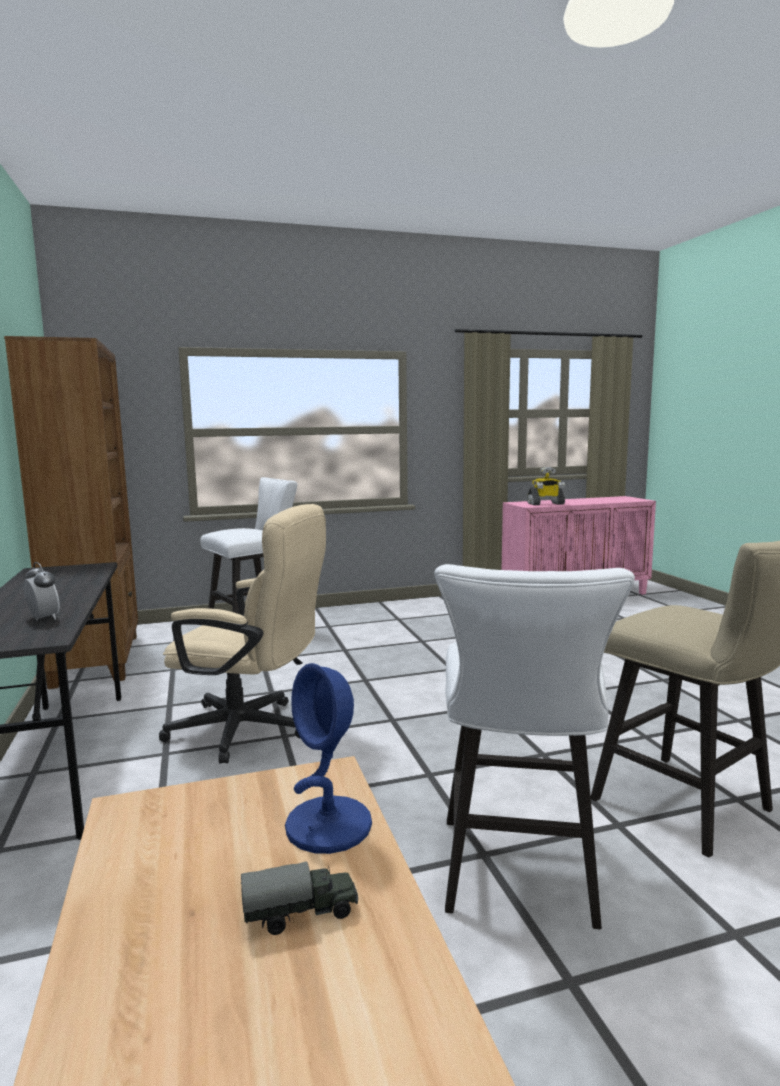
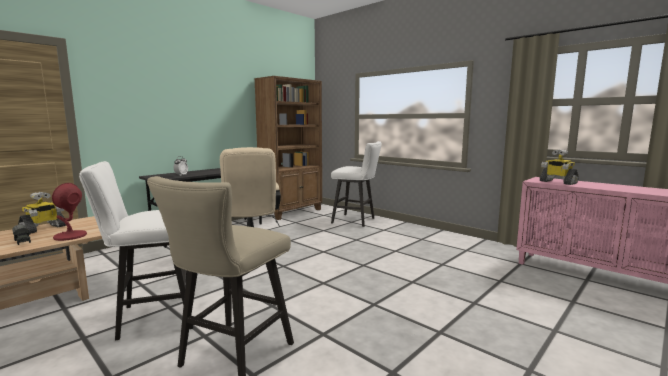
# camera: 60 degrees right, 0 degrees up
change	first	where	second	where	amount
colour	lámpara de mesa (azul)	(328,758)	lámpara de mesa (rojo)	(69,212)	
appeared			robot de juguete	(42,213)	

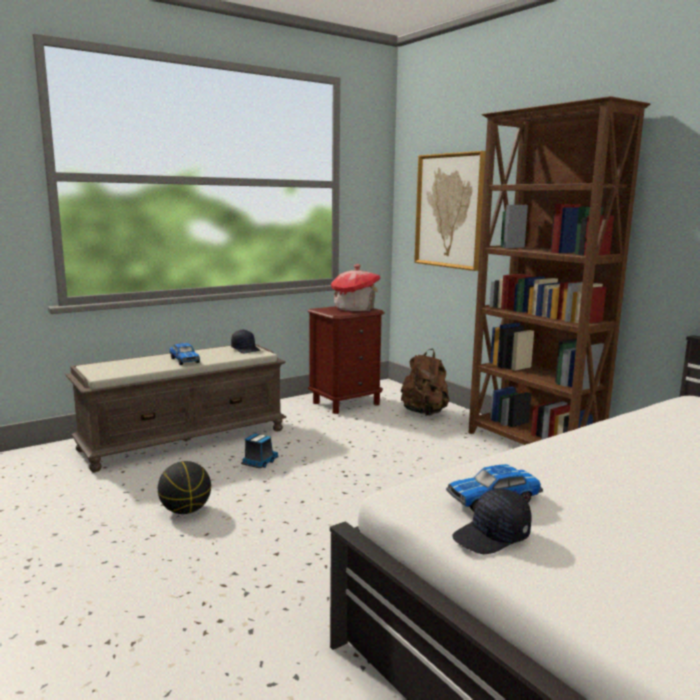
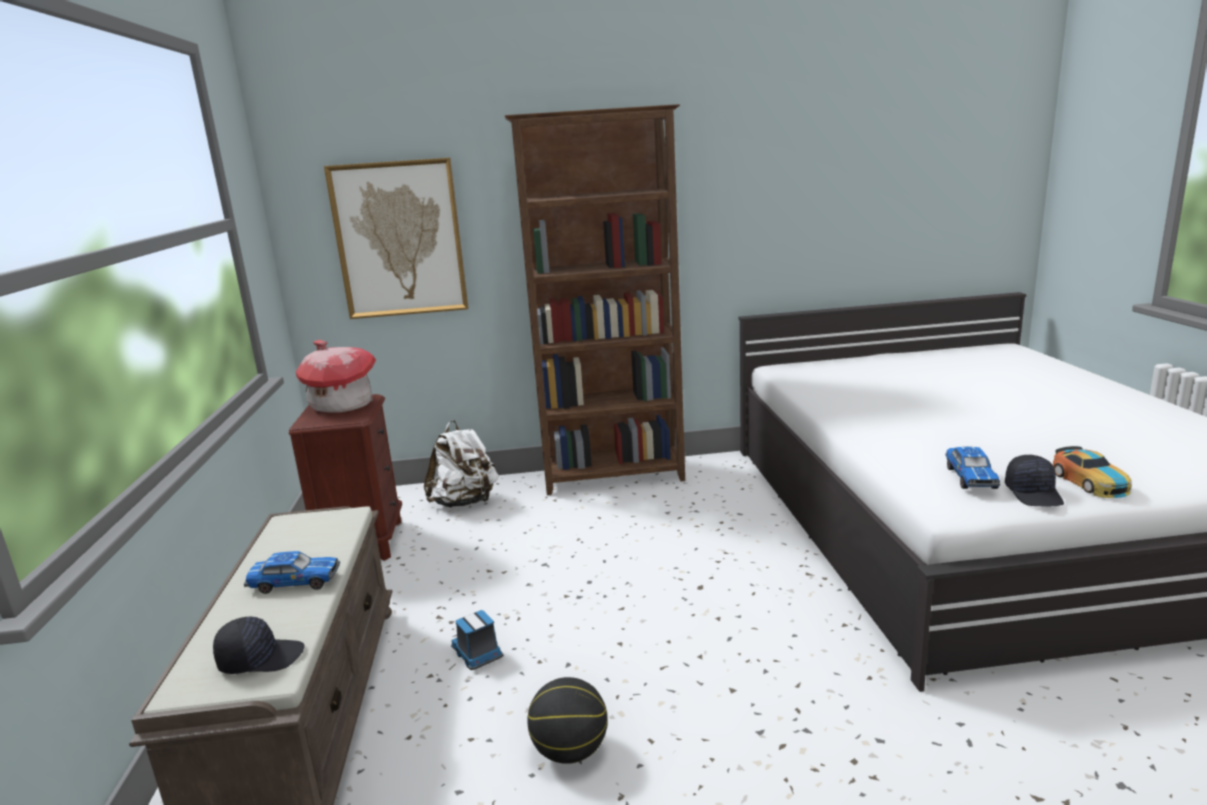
# camera: 60 degrees left, 5 degrees up
change	first	where	second	where	amount
relocated	gorra (negro)	(245,341)		(259,645)	
colour	mochila (marrón)	(425,382)	mochila (blanco)	(461,464)	
appeared			coche de juguete	(1092,472)	

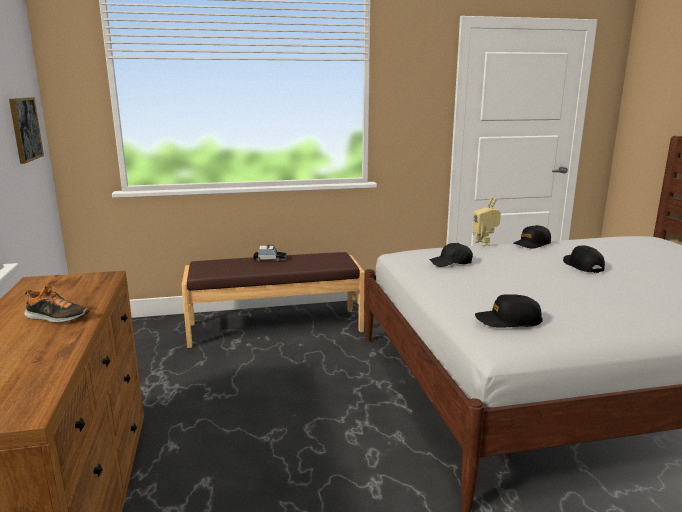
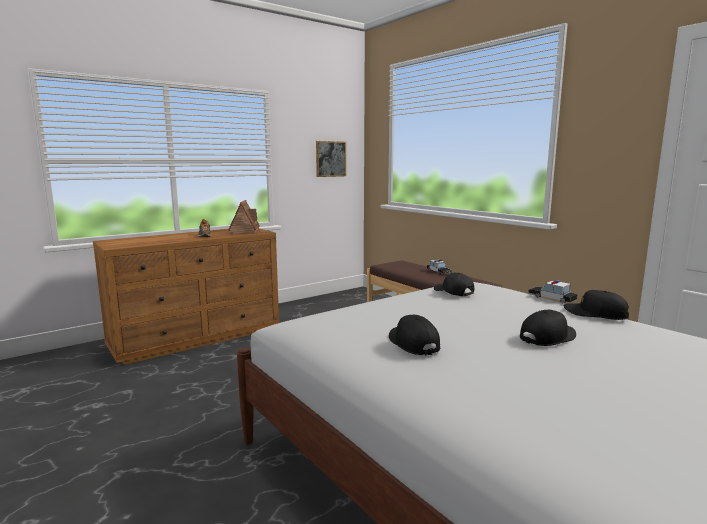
# camera: 65 degrees right, 5 degrees down
change	first	where	second	where	amount
exchanged	robot de juguete	(486,221)	coche de juguete	(553,291)	
relocated	gorra (negro)	(509,311)		(414,335)	
appeared			casita	(244,217)	

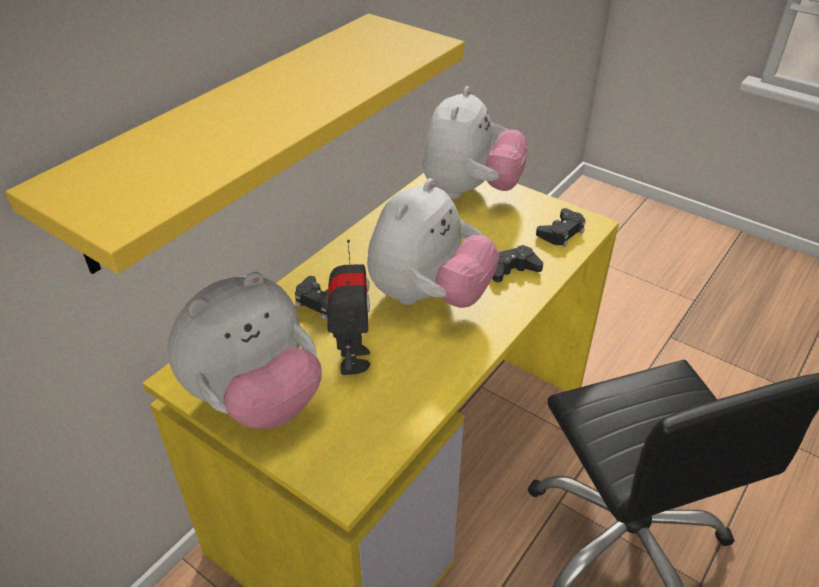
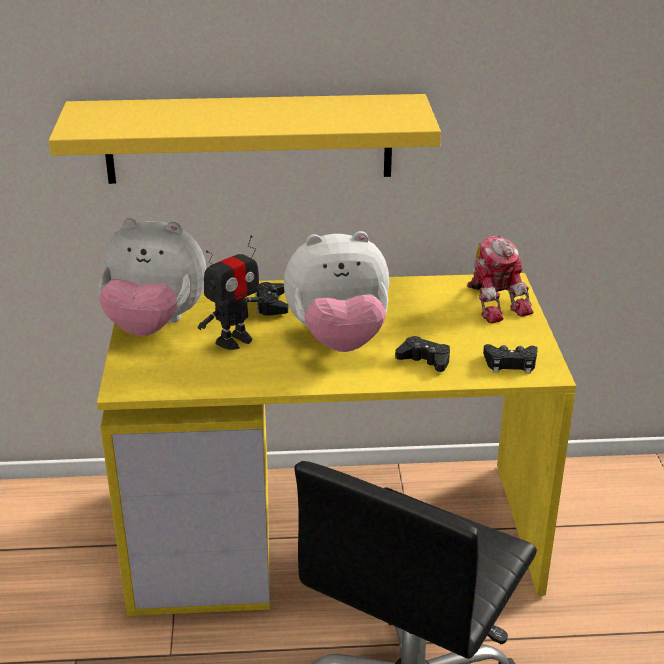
# camera: 50 degrees right, 10 degrees down
change	first	where	second	where	amount
exchanged	peluche	(475,142)	robot de juguete	(500,280)	

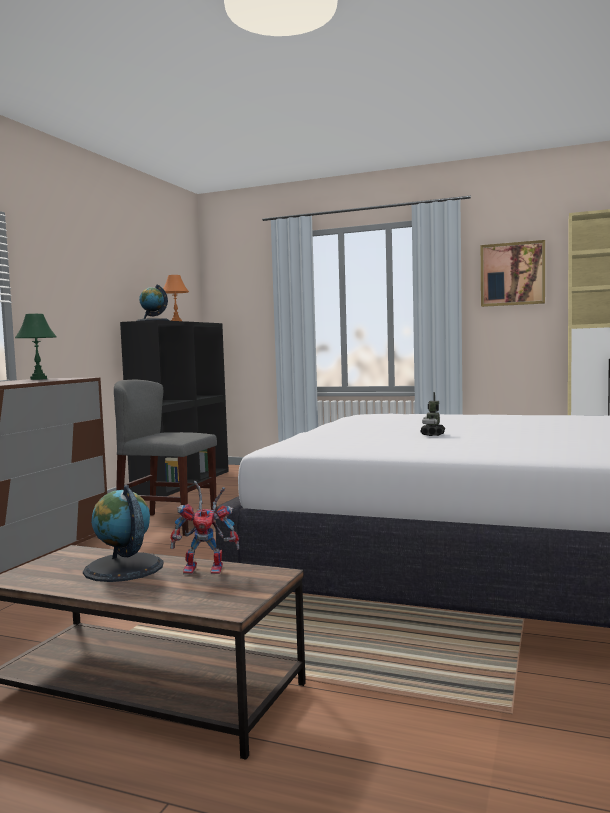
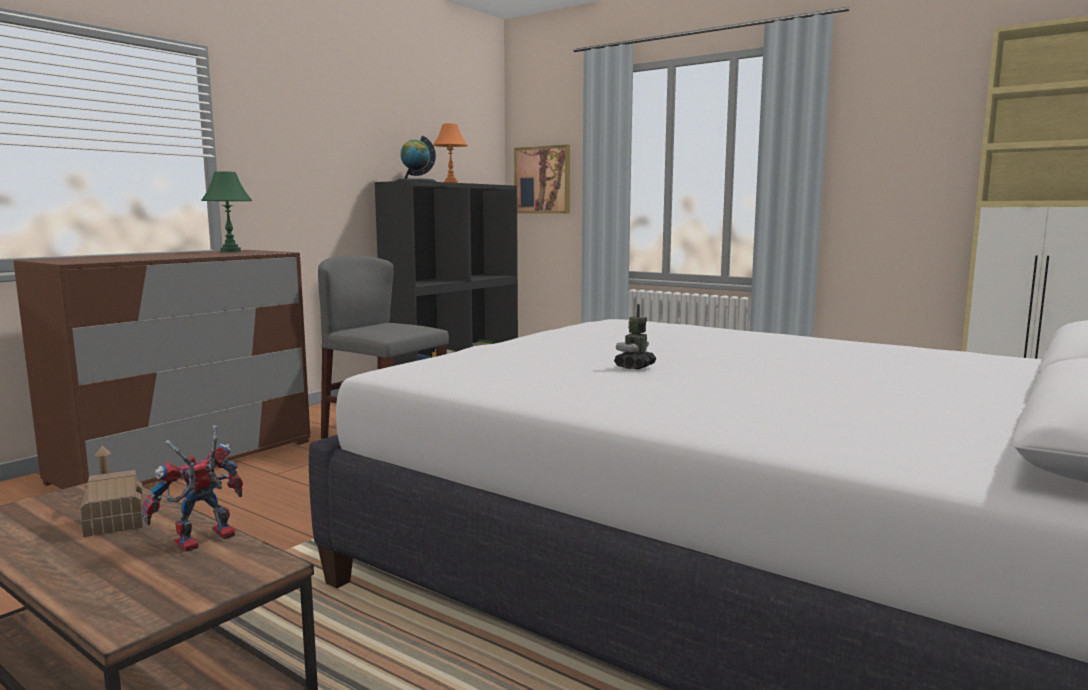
# camera: 15 degrees right, 5 degrees up
change	first	where	second	where	amount
exchanged	globo terráqueo	(123,533)	casita	(112,491)	
spun	robot de juguete	(204,528)		(192,488)	120 degrees clockwise
relocated	cuadro	(513,273)		(542,179)	

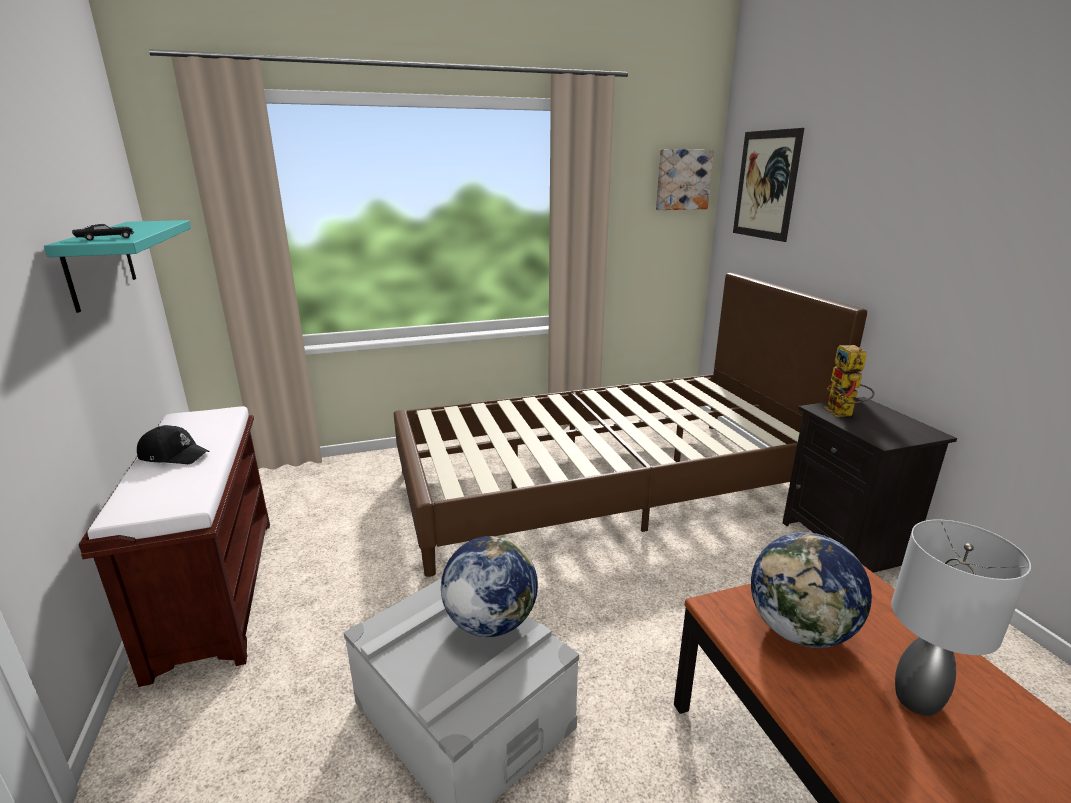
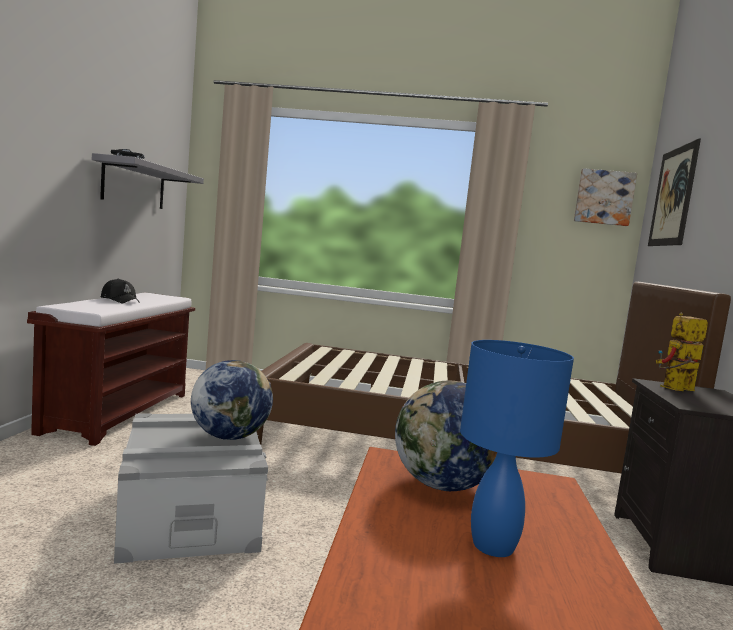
# camera: 25 degrees right, 15 degrees down
change	first	where	second	where	amount
colour	estante (turquesa)	(117,266)	estante (gris)	(148,181)	
spun	robot de juguete	(849,381)		(682,352)	45 degrees clockwise
colour	lámpara de mesa (gris)	(961,617)	lámpara de mesa (azul)	(517,448)	

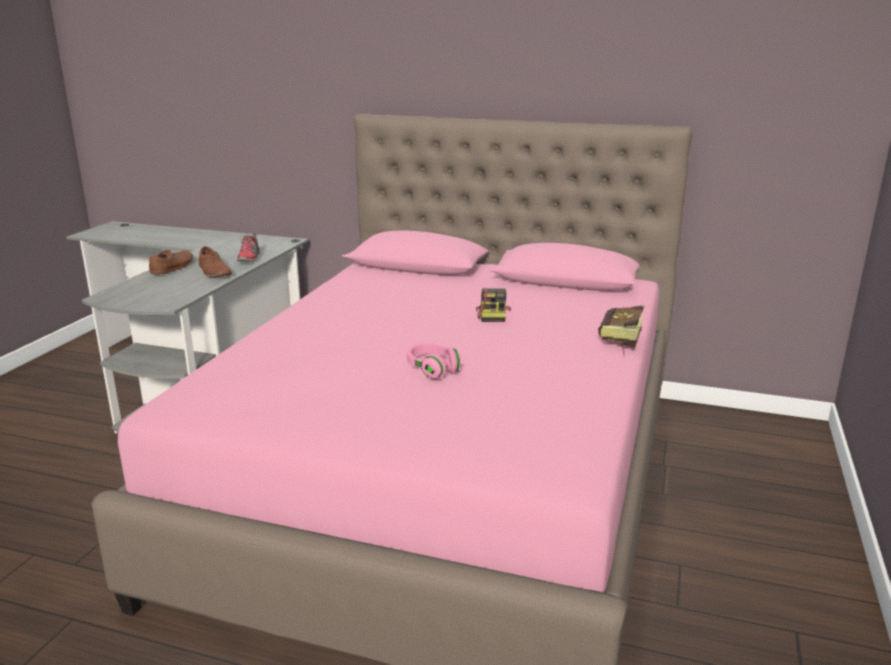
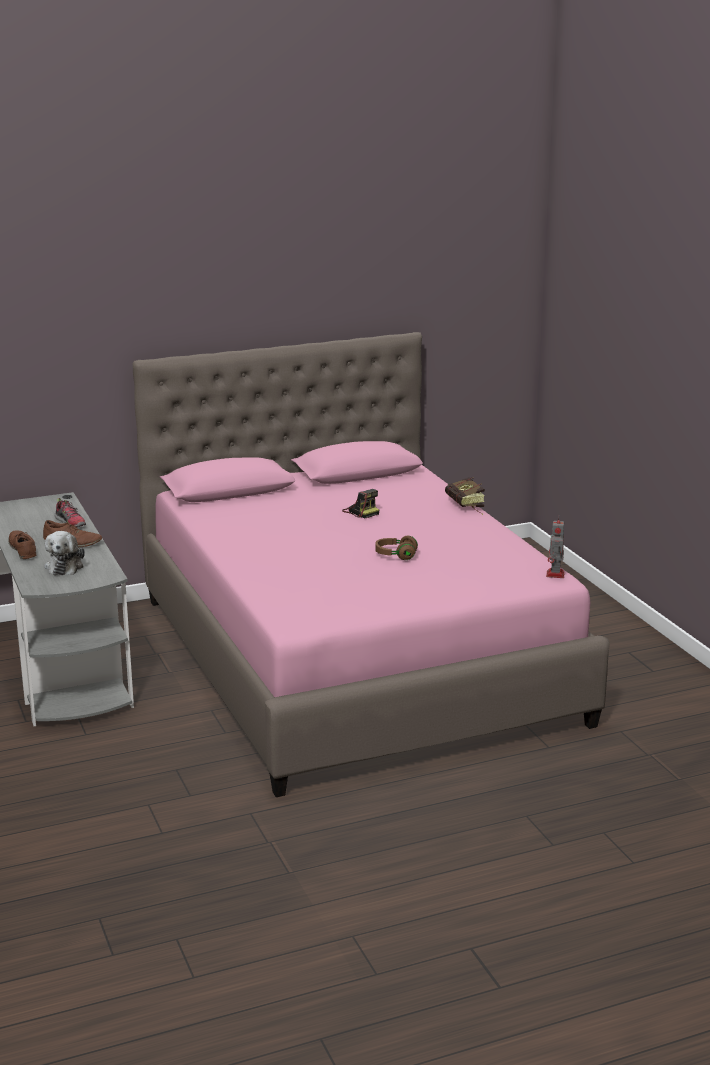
# camera: 40 degrees left, 0 degrees up
change	first	where	second	where	amount
colour	auriculares (rosa)	(434,361)	auriculares (marrón)	(396,548)	
appeared			peluche	(64,553)	
appeared			robot de juguete	(555,548)	

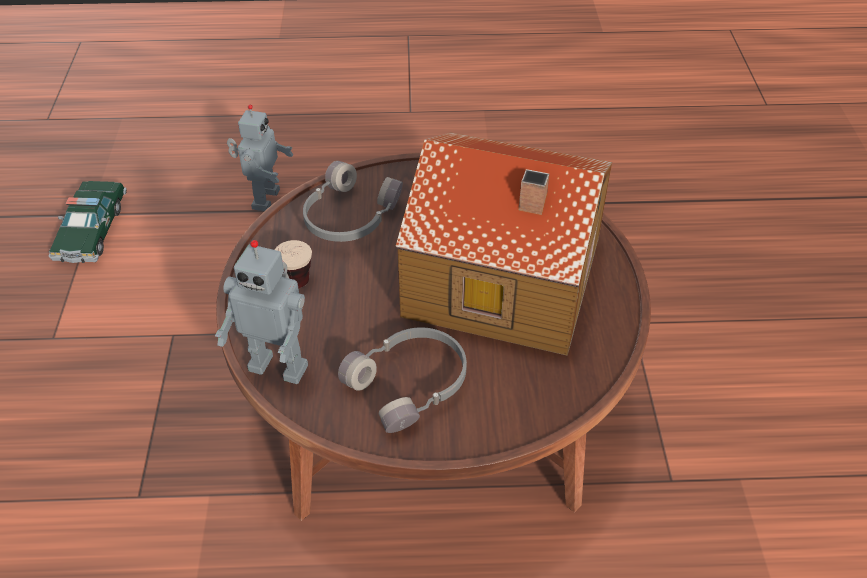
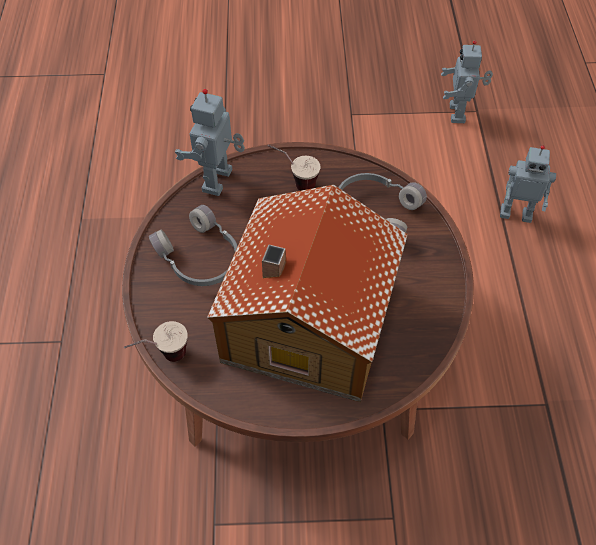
# camera: 90 degrees right, 10 degrees up
change	first	where	second	where	amount
exchanged	coche de juguete	(88,222)	robot de juguete	(467,81)	
appeared			taza	(156,341)	

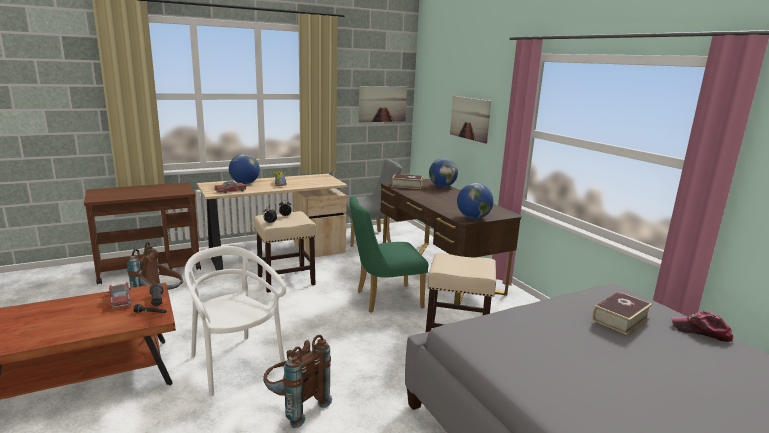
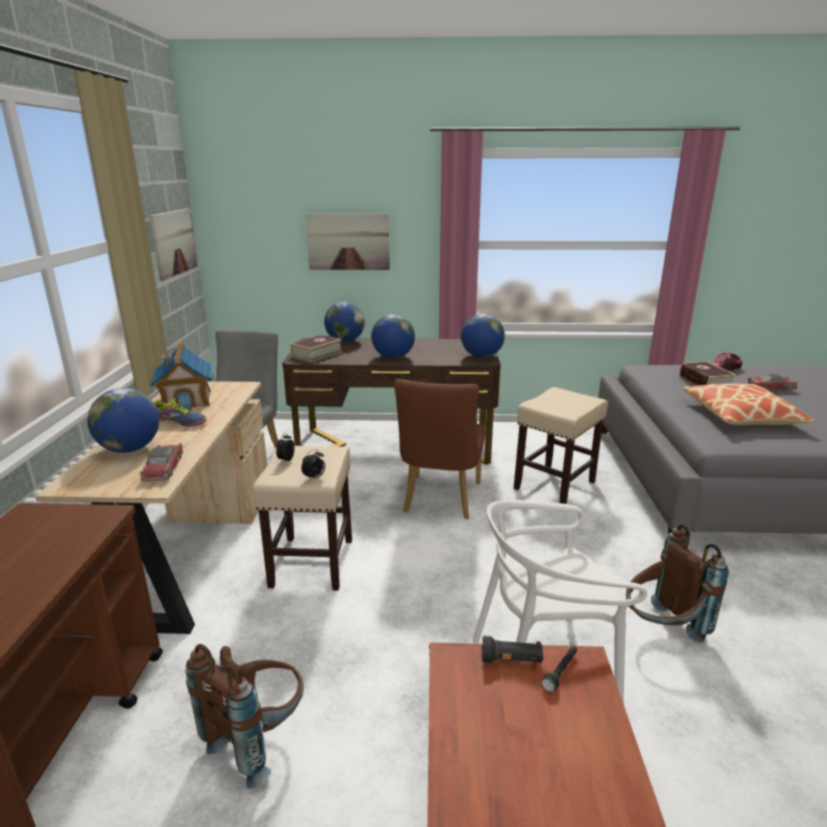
# camera: 60 degrees left, 5 degrees up
change	first	where	second	where	amount
relocated	coche de juguete	(119,295)		(773,382)	
colour	silla (verde)	(388,254)	silla (marrón)	(439,449)	
appeared			casita	(181,377)	
appeared			globo terráqueo	(393,336)	
appeared			cojín	(749,404)	

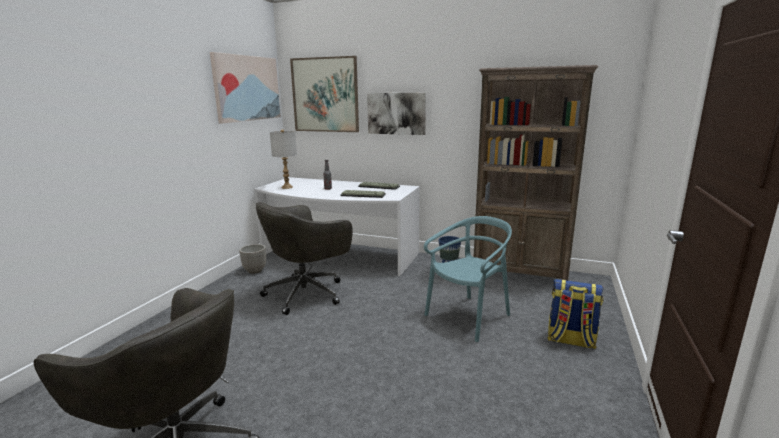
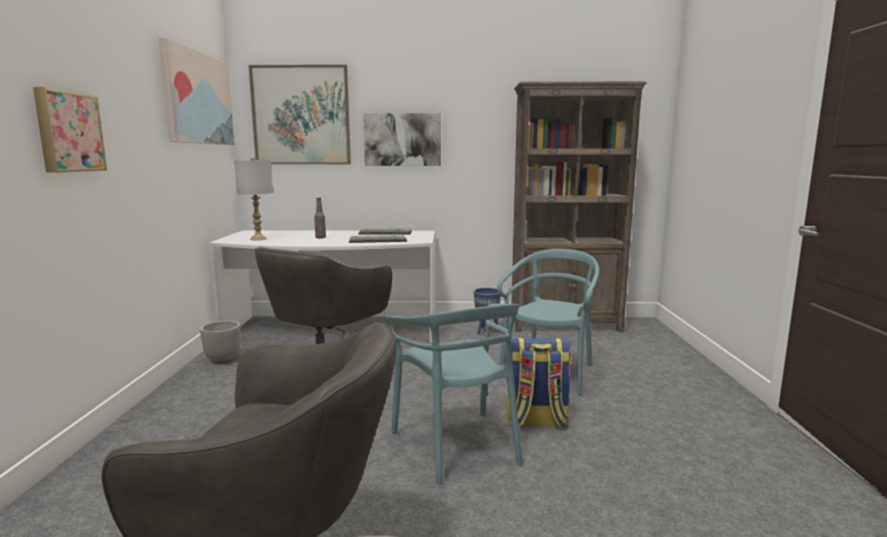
# camera: 20 degrees left, 5 degrees down
change	first	where	second	where	amount
relocated	mochila	(575,314)		(539,382)	
appeared			cuadro	(70,129)	
appeared			silla (turquesa)	(454,394)	

